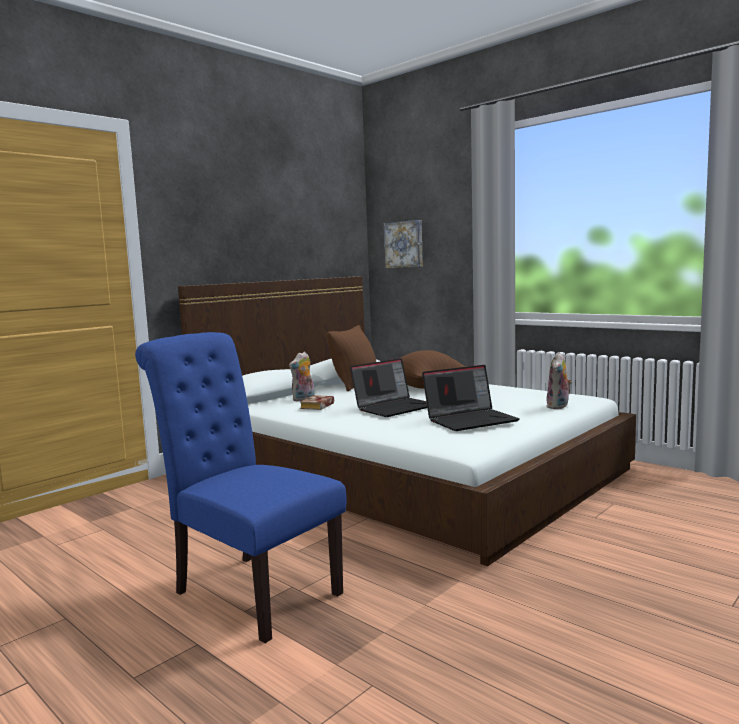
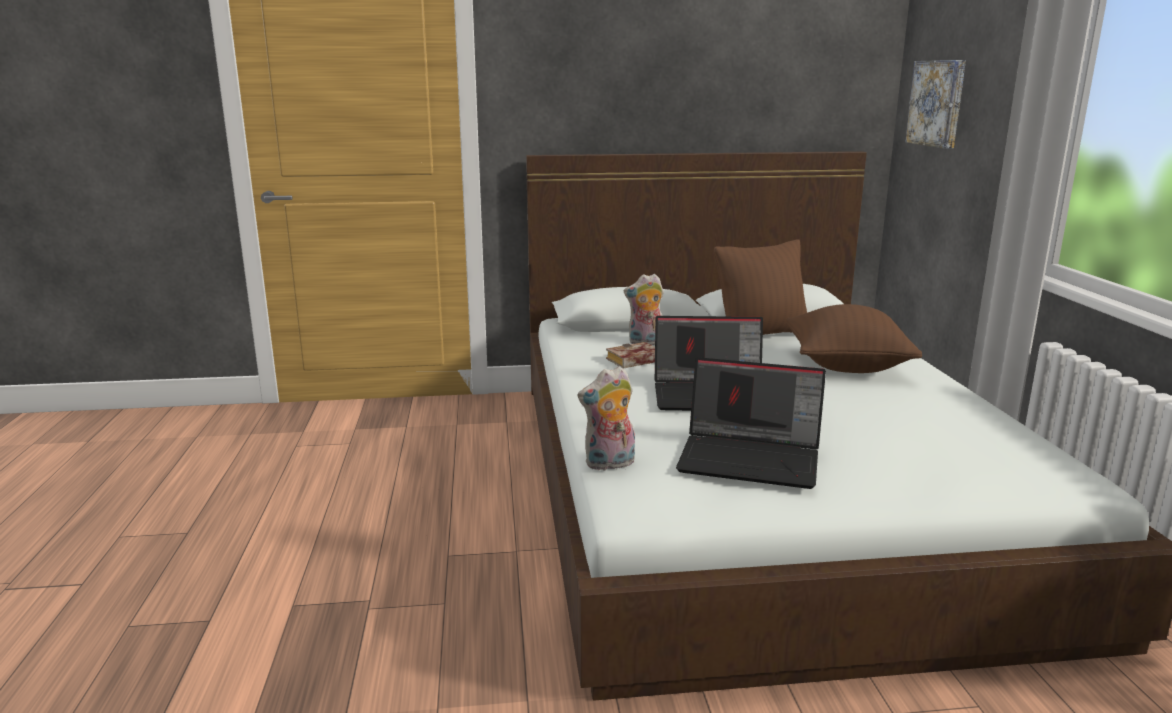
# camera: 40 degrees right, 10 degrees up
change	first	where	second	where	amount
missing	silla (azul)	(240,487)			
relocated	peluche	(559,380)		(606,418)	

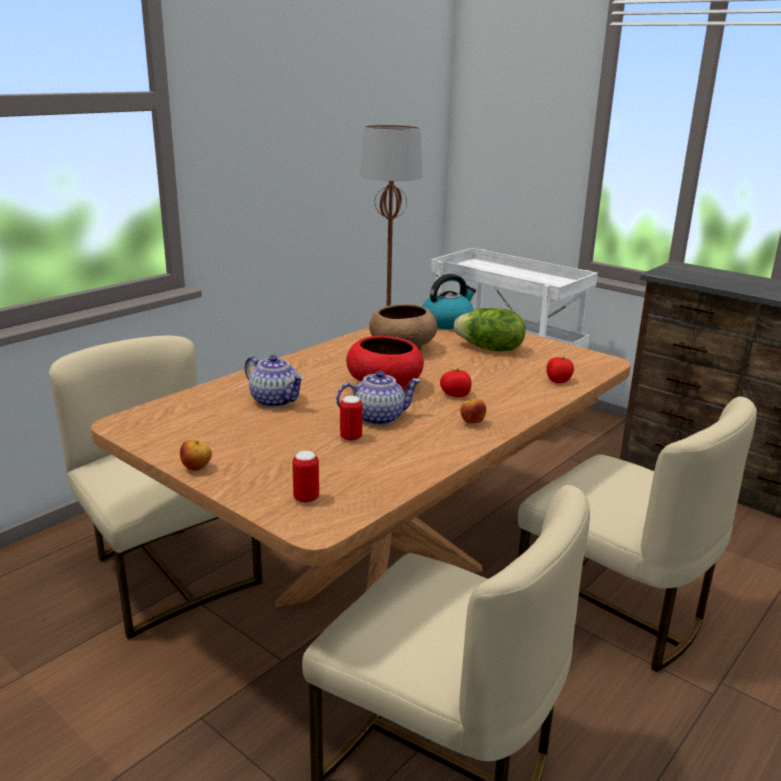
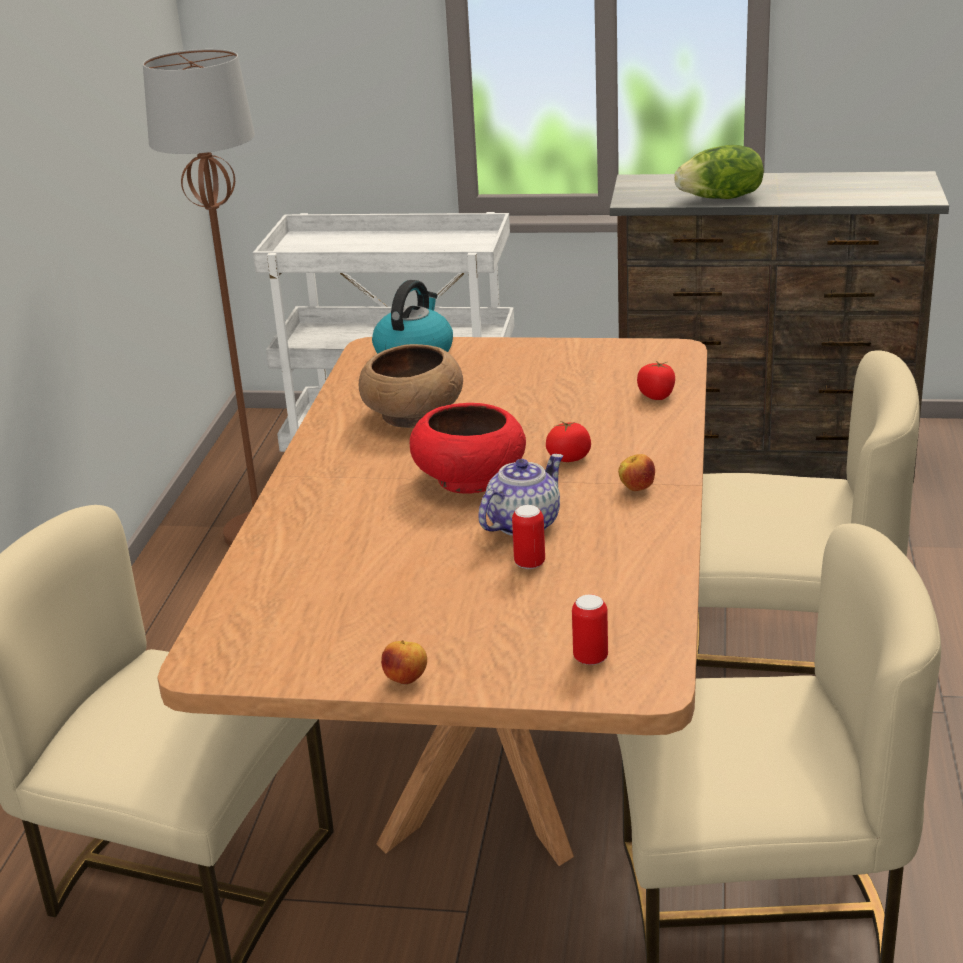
# camera: 30 degrees left, 5 degrees up
change	first	where	second	where	amount
missing	tetera	(274,381)			
relocated	lechuga	(490,329)		(719,172)	

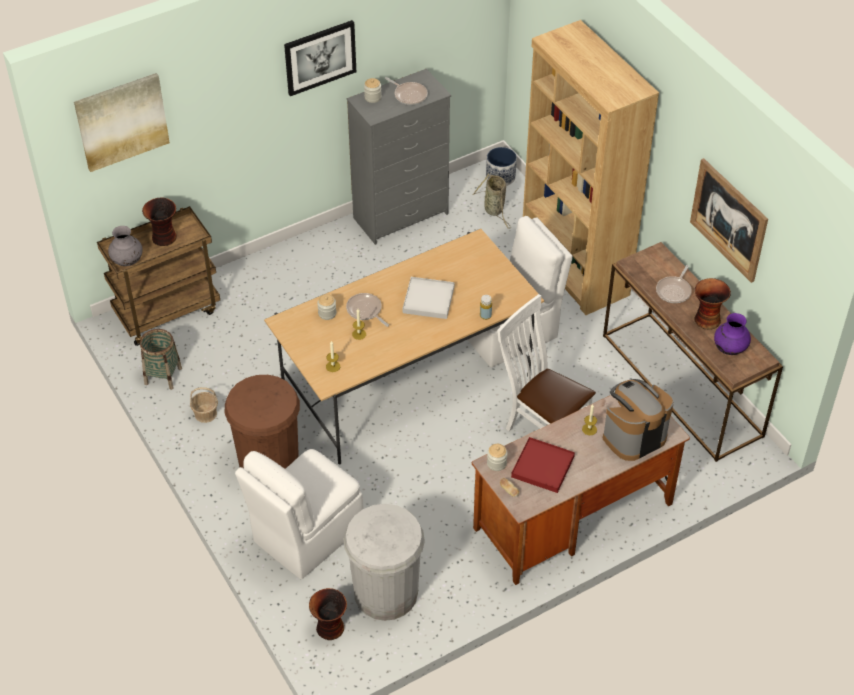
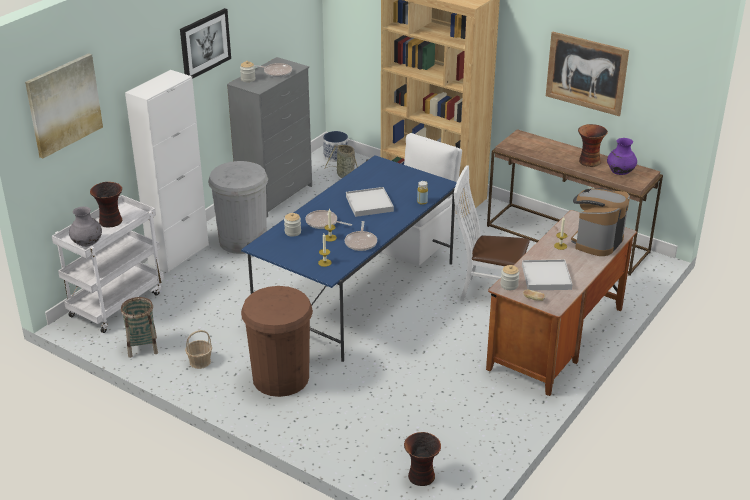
# camera: 25 degrees left, 15 degrees down
change	first	where	second	where	amount
colour	carrito (marrón)	(158,276)	carrito (blanco)	(108,264)	
missing	silla (blanco)	(299,514)			
colour	mesa de comedor (beis)	(404,346)	mesa de comedor (azul)	(349,258)	
relocated	papelera (blanco)	(384,562)		(238,207)	
colour	bandeja (rojo)	(543,465)	bandeja (blanco)	(547,274)	
relocated	sartén	(674,284)		(361,236)	
appeared			armario (blanco)	(167,171)	

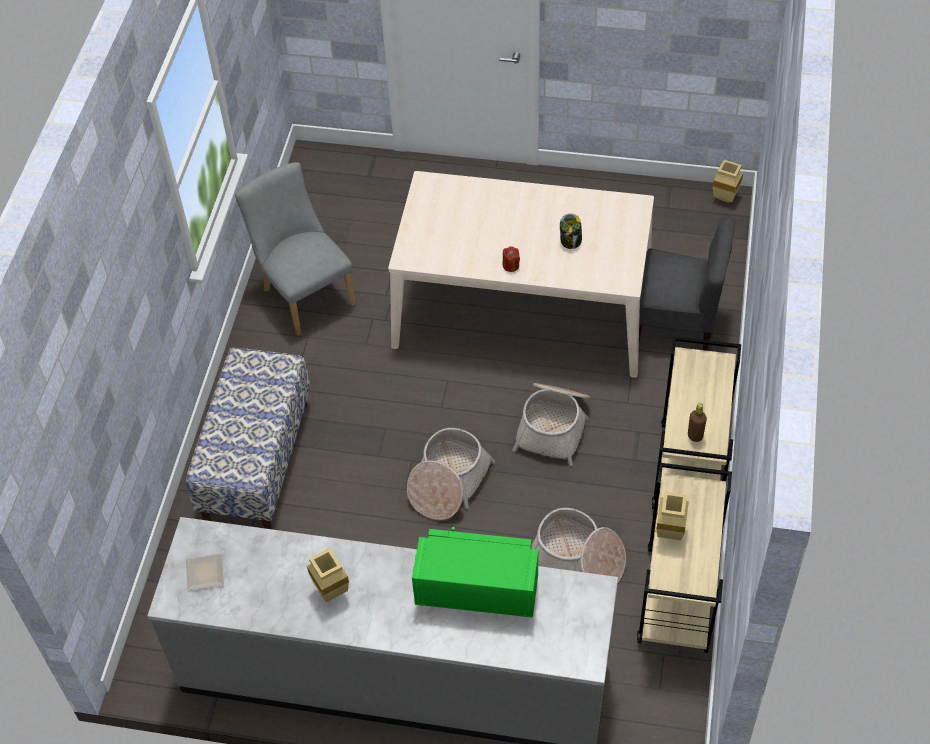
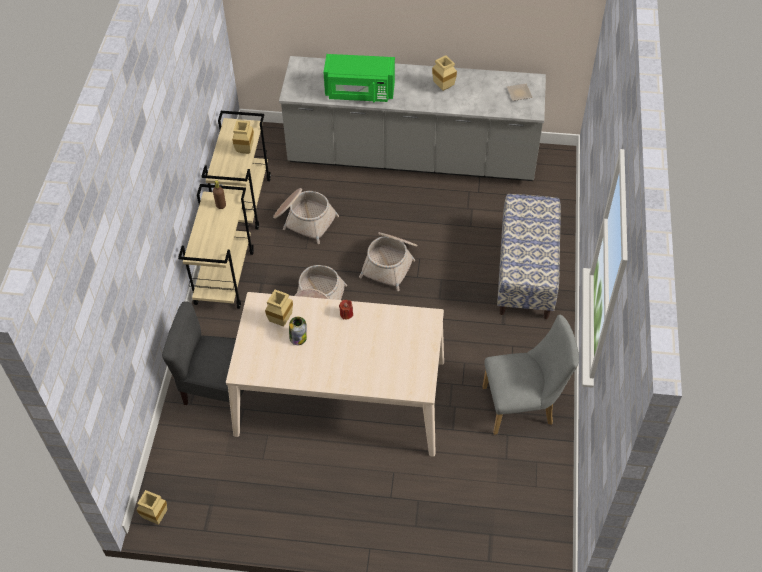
# camera: 175 degrees right, 0 degrees up
change	first	where	second	where	amount
spun	silla (gris)	(295,249)		(530,375)	60 degrees counterclockwise
appeared			florero (beis)	(279,308)	

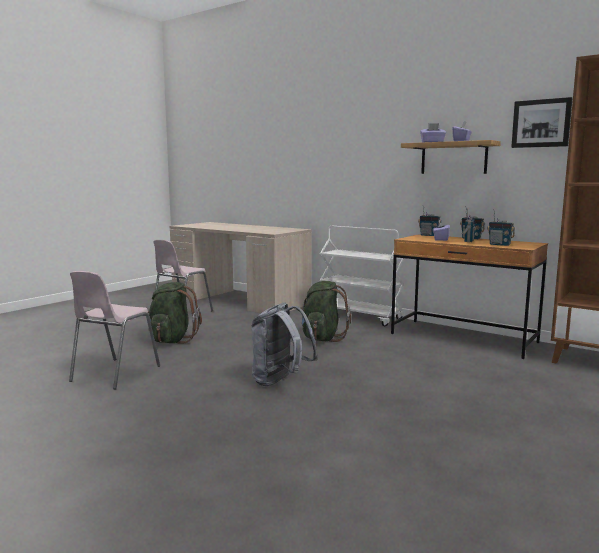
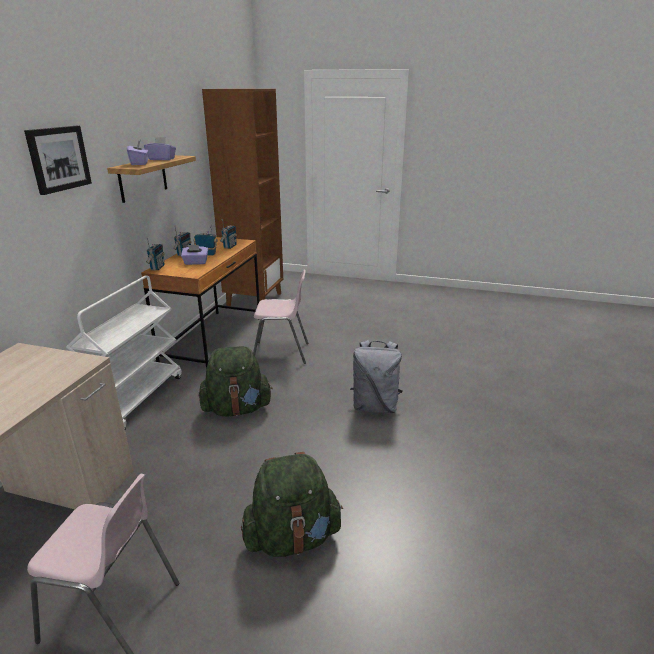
# camera: 110 degrees left, 15 degrees up
change	first	where	second	where	amount
relocated	silla (rosa)	(114,330)		(280,317)	
relocated	cuadro	(542,122)		(58,160)	

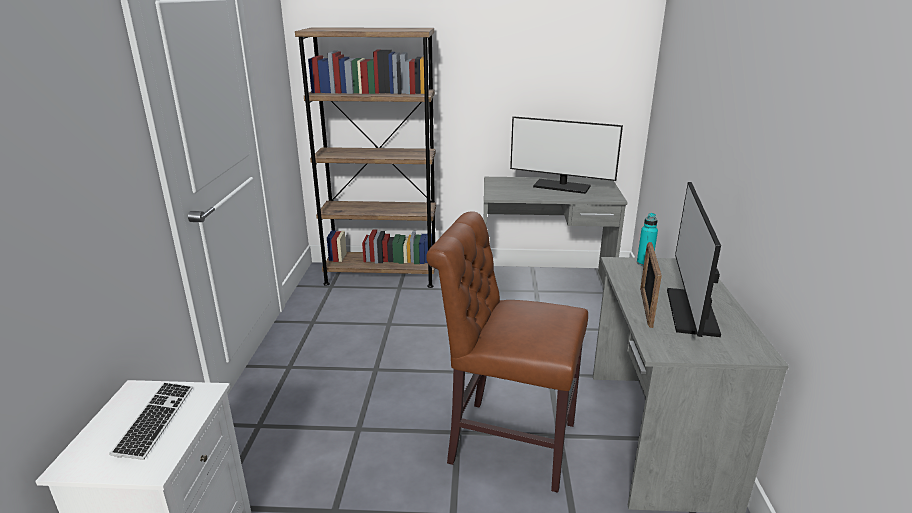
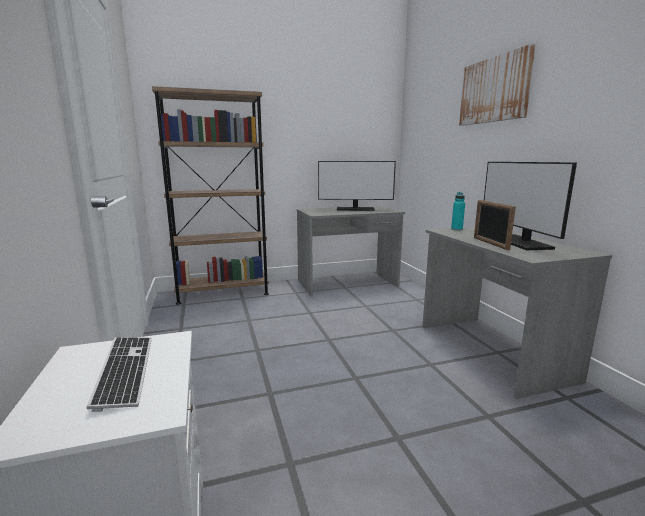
# camera: 20 degrees left, 10 degrees down
change	first	where	second	where	amount
missing	silla (marrón)	(507,352)			
appeared			cuadro	(497,85)	

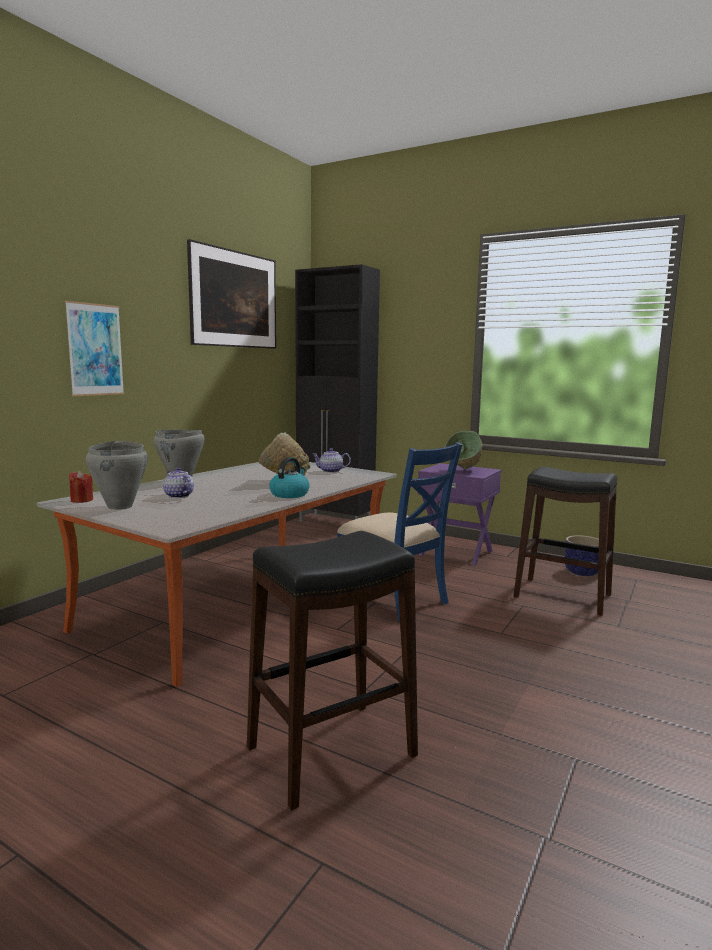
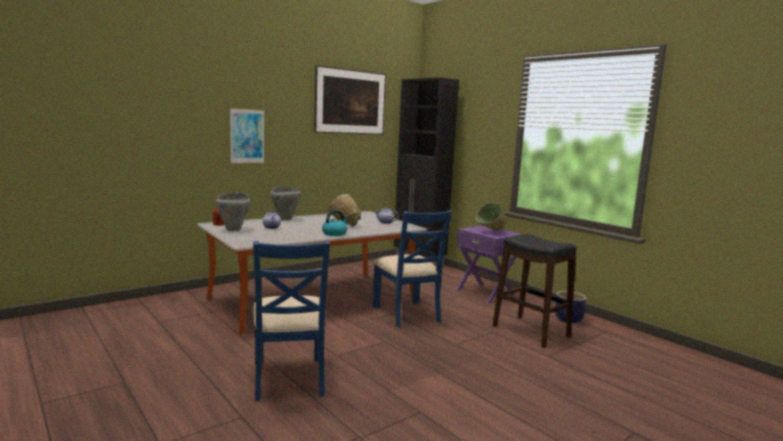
# camera: 20 degrees right, 0 degrees up
change	first	where	second	where	amount
exchanged	taburete (negro)	(332,670)	silla (azul)	(291,321)	

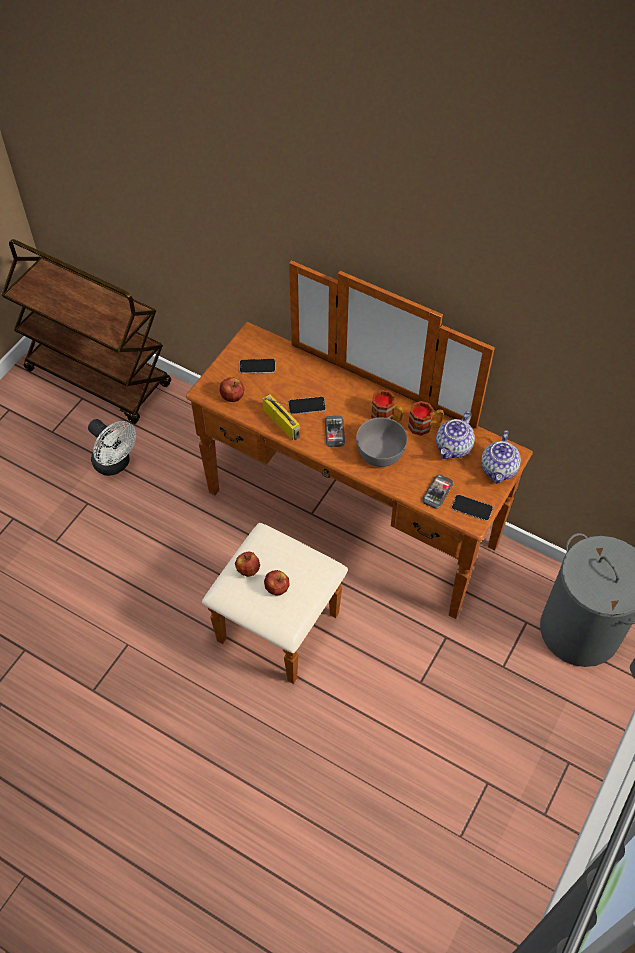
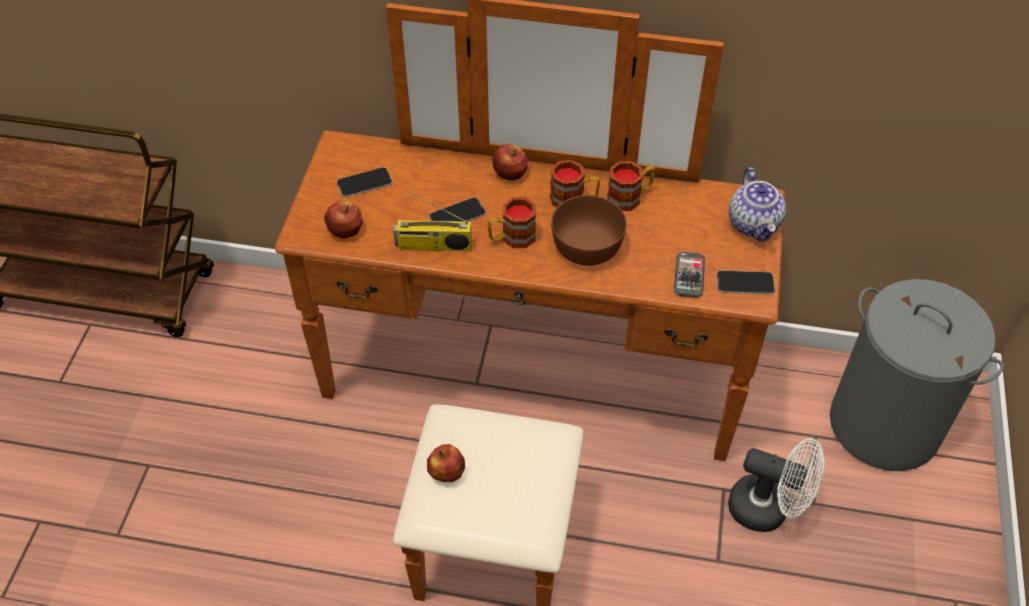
# camera: 20 degrees left, 5 degrees down
change	first	where	second	where	amount
relocated	ventilador (blanco)	(112,447)		(776,485)	
spun	radio	(281,417)		(432,221)	150 degrees clockwise
relocated	manzana	(277,582)		(510,162)	
exchanged	móvil	(335,431)	taza grande	(511,222)	
colour	cuenco (gris)	(381,442)	cuenco (marrón)	(589,230)	
missing	tetera	(455,435)			

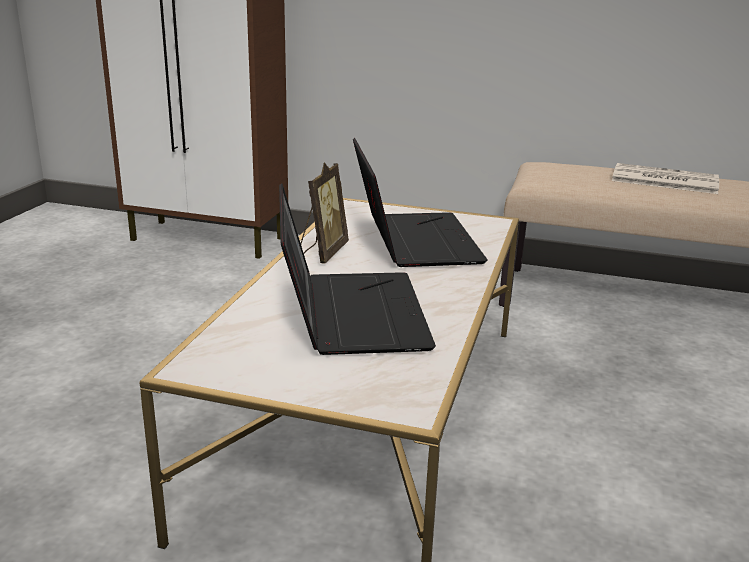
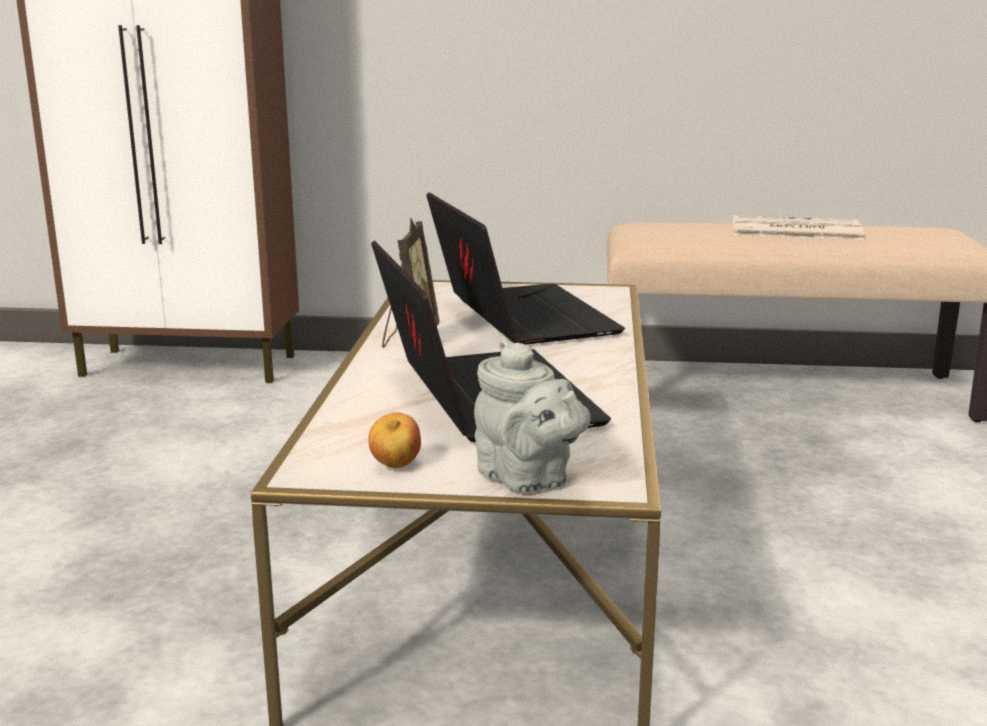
# camera: 10 degrees left, 5 degrees down
change	first	where	second	where	amount
appeared			manzana	(394,440)	
appeared			tetera (gris)	(532,415)	

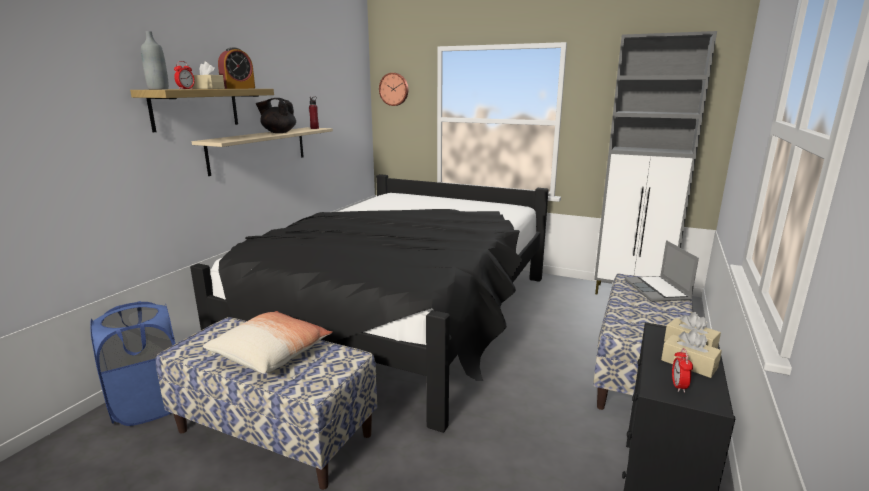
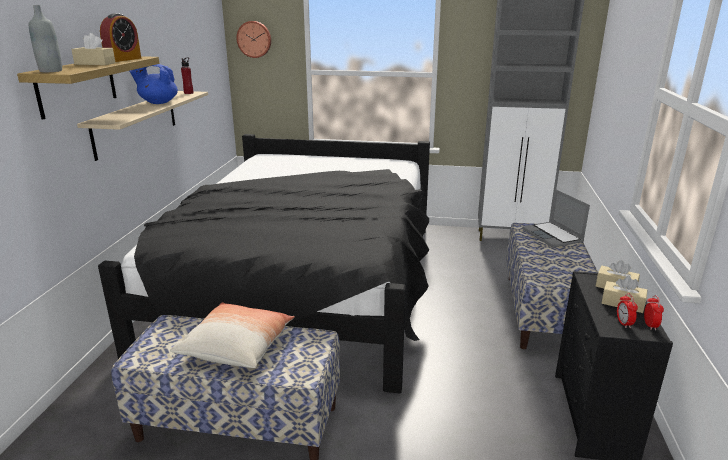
# camera: 15 degrees left, 5 degrees up
change	first	where	second	where	amount
missing	cesto de la ropa (azul)	(132,363)			
relocated	despertador	(184,75)		(654,313)	
colour	tetera (negro)	(275,115)	tetera (azul)	(154,84)	

